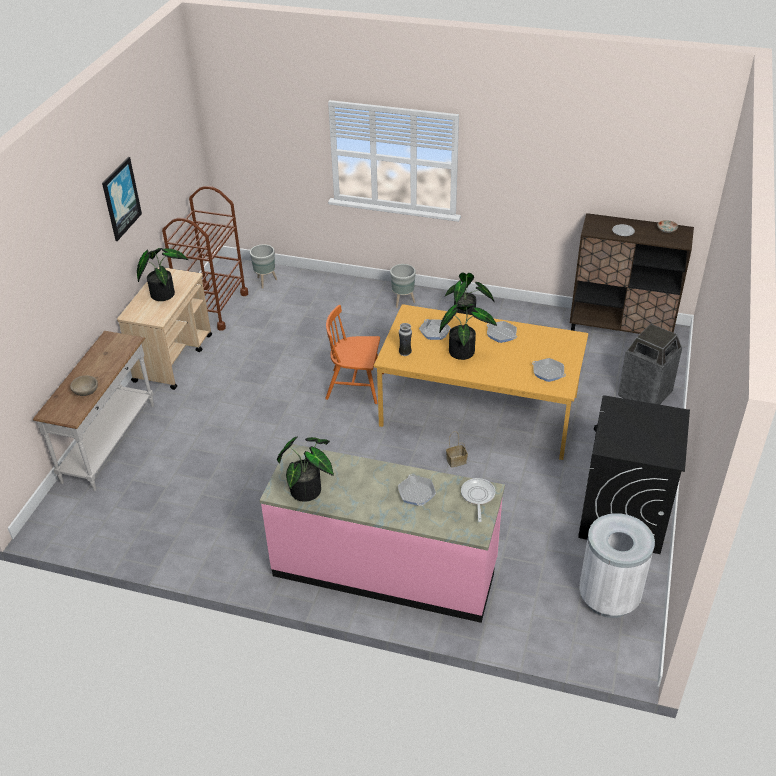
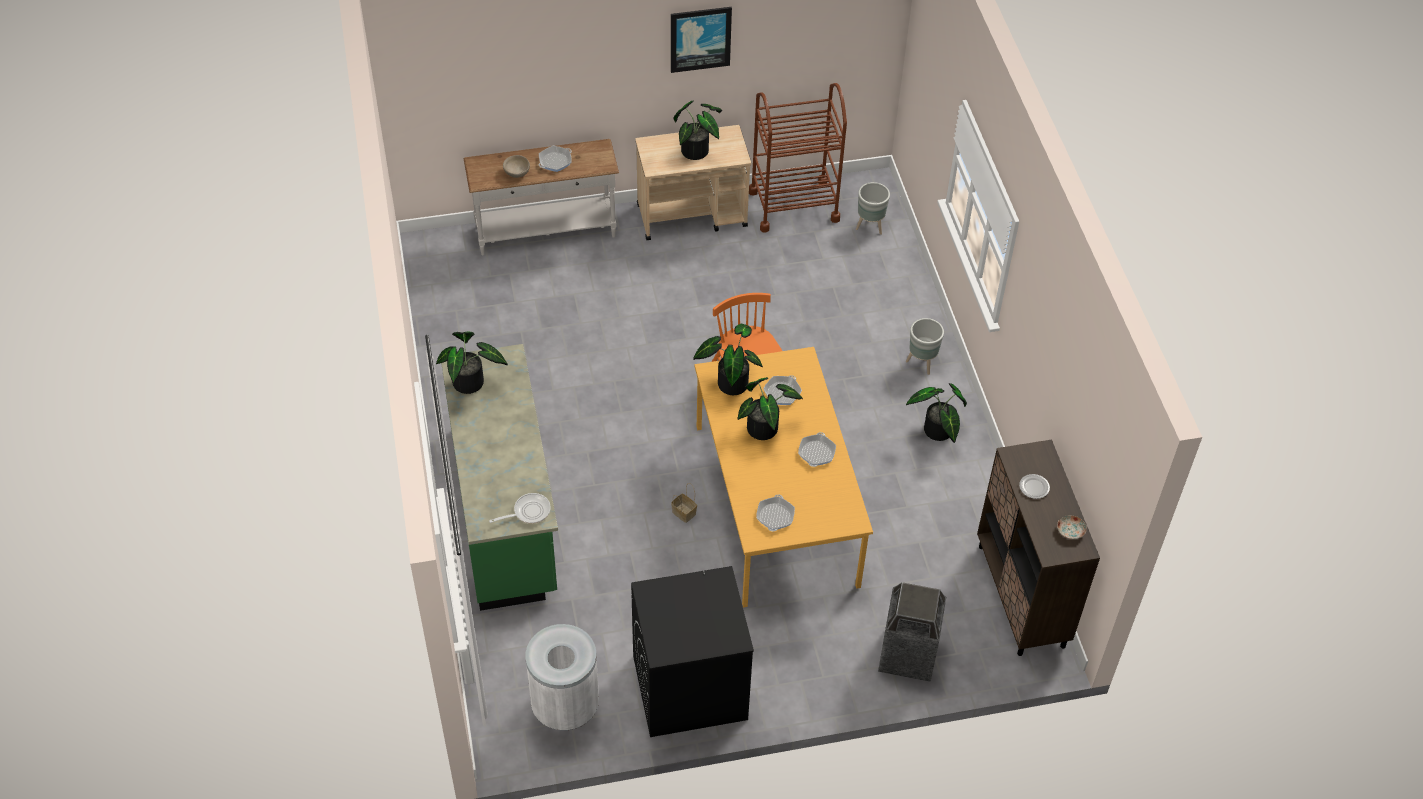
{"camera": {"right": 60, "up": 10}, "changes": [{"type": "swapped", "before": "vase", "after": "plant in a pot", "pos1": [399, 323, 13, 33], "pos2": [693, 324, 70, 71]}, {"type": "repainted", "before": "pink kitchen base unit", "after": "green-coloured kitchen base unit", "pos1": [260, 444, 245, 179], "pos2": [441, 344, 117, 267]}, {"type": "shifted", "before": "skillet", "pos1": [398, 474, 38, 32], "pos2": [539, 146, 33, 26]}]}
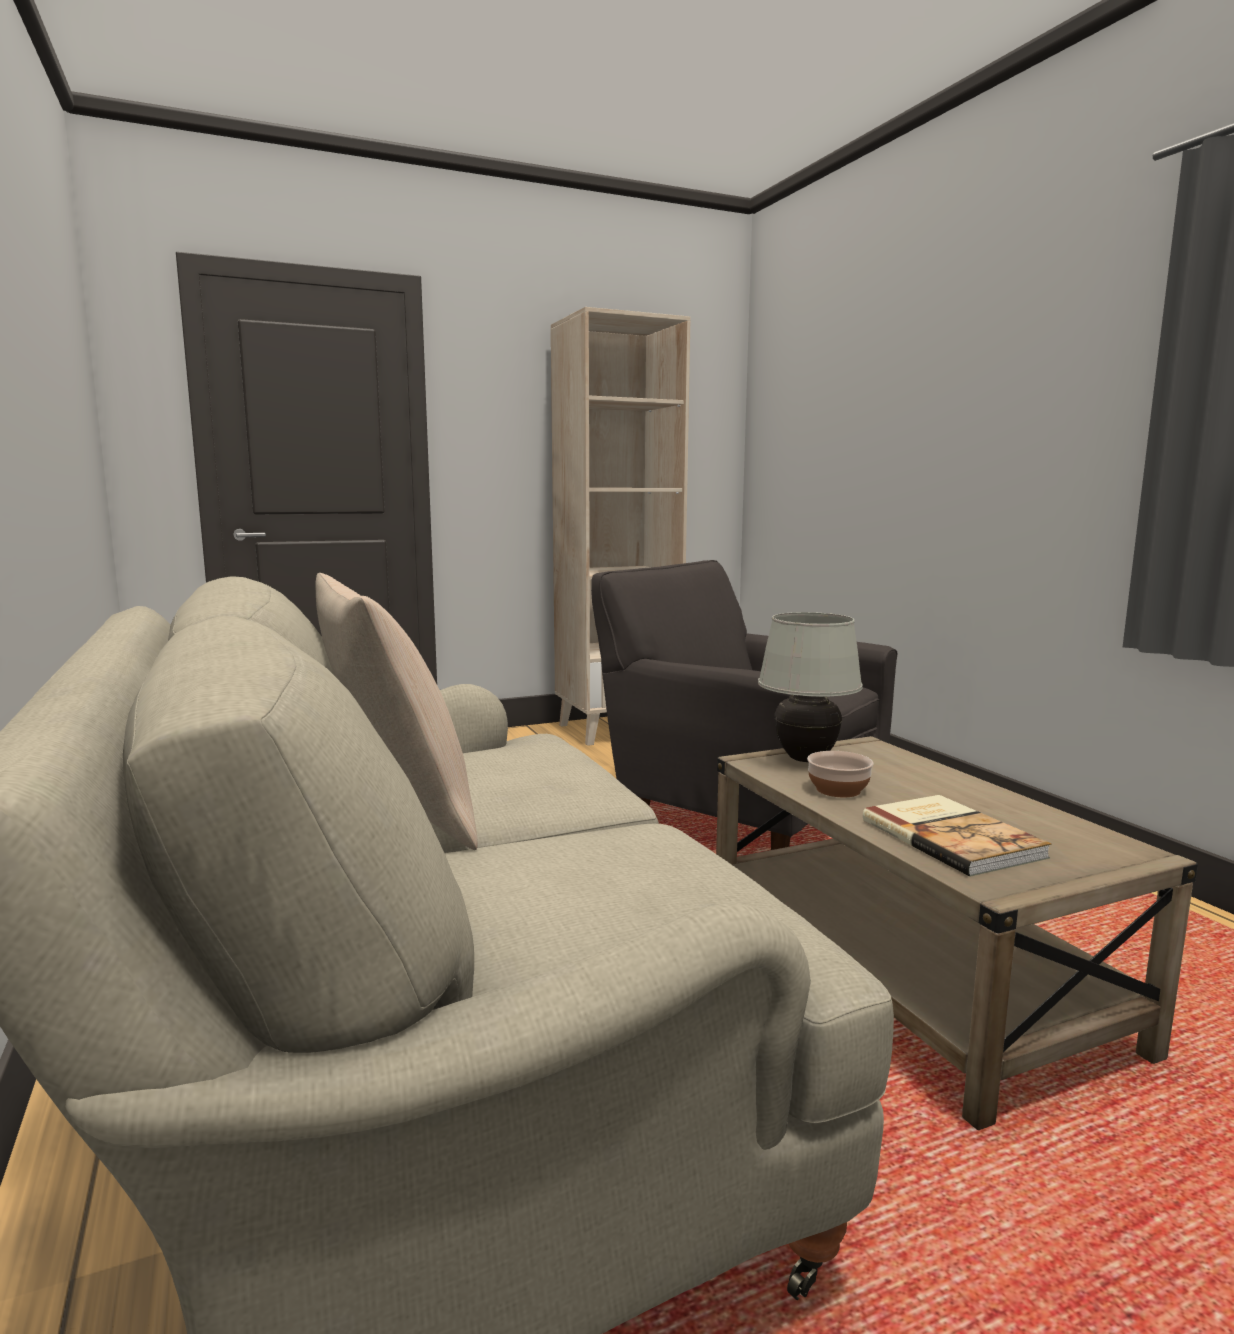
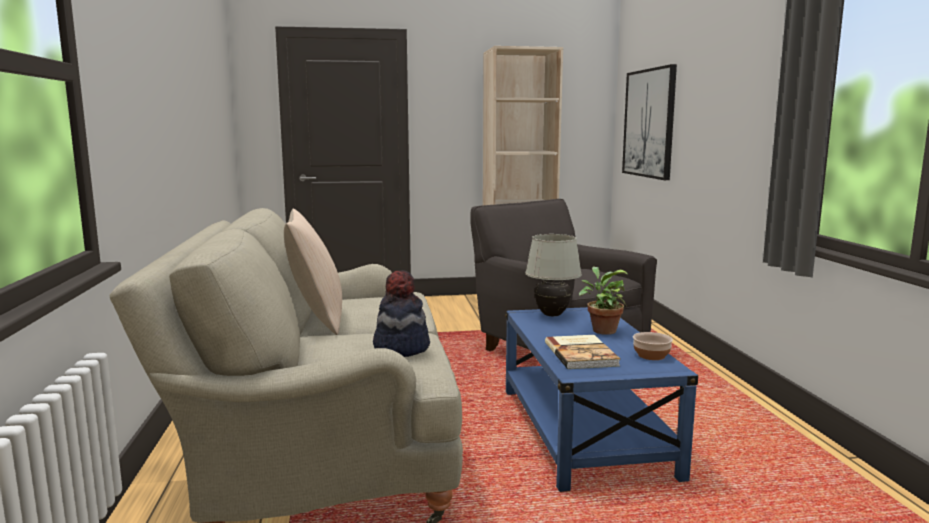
{"camera": {"right": 15, "up": 0}, "changes": [{"type": "repainted", "before": "beige-coloured low table", "after": "blue-coloured low table", "pos1": [716, 736, 482, 394], "pos2": [505, 307, 193, 185]}, {"type": "shifted", "before": "bowl", "pos1": [807, 751, 66, 46], "pos2": [633, 332, 40, 28]}, {"type": "new", "after": "picture", "pos2": [622, 64, 55, 116]}, {"type": "new", "after": "plant in a pot", "pos2": [579, 266, 48, 69]}, {"type": "new", "after": "wearable hat", "pos2": [373, 270, 57, 87]}]}
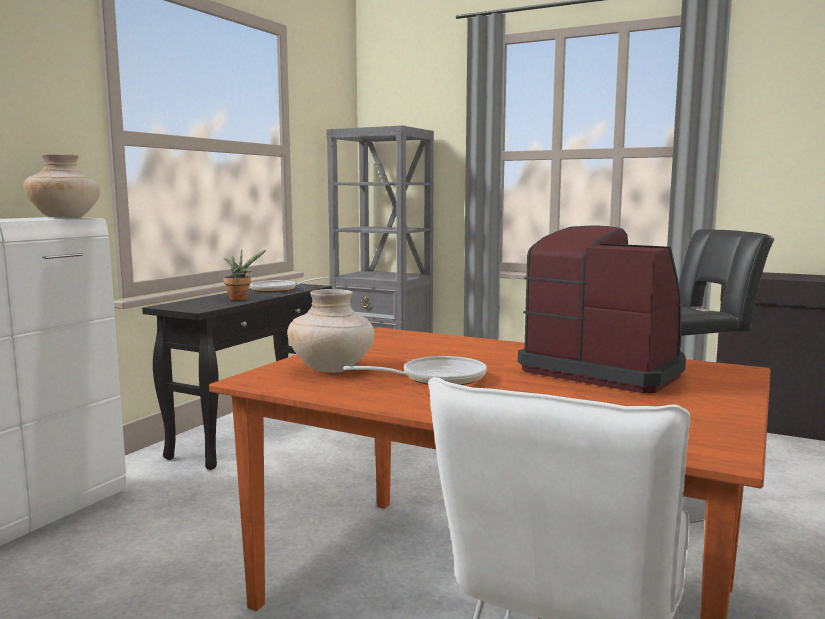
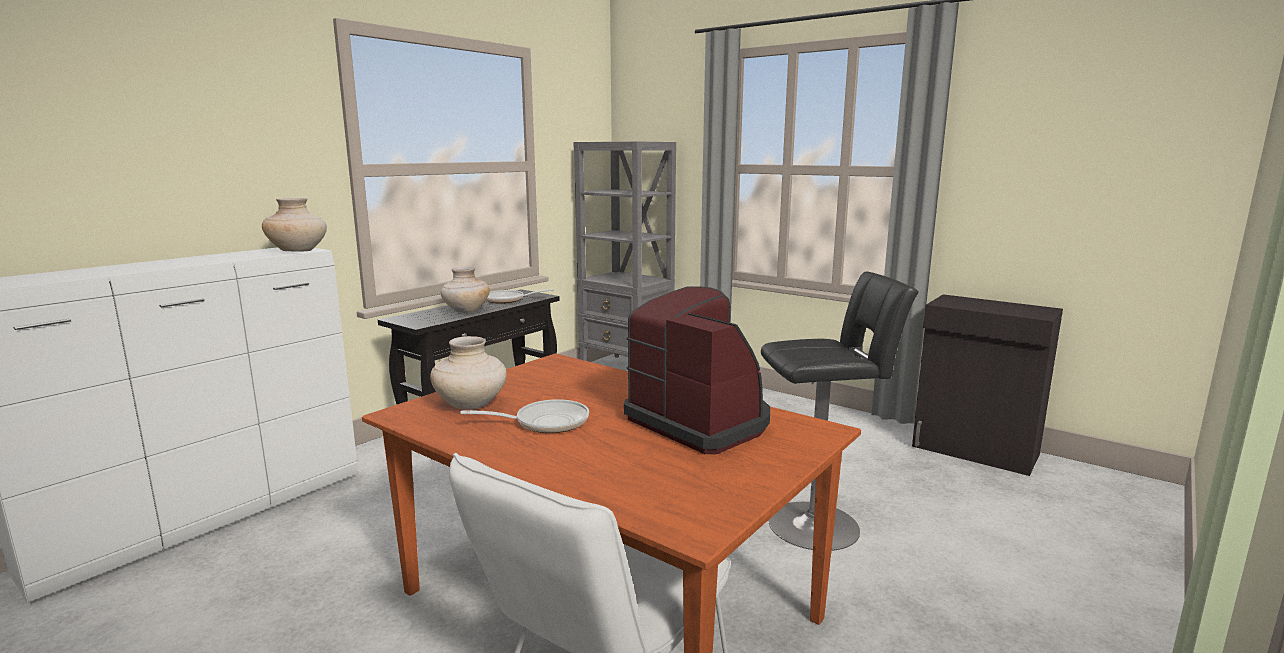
{"camera": {"right": 10, "up": 5}, "changes": [{"type": "swapped", "before": "plant in a pot", "after": "beige-coloured vase", "pos1": [224, 249, 43, 51], "pos2": [441, 267, 49, 46]}]}
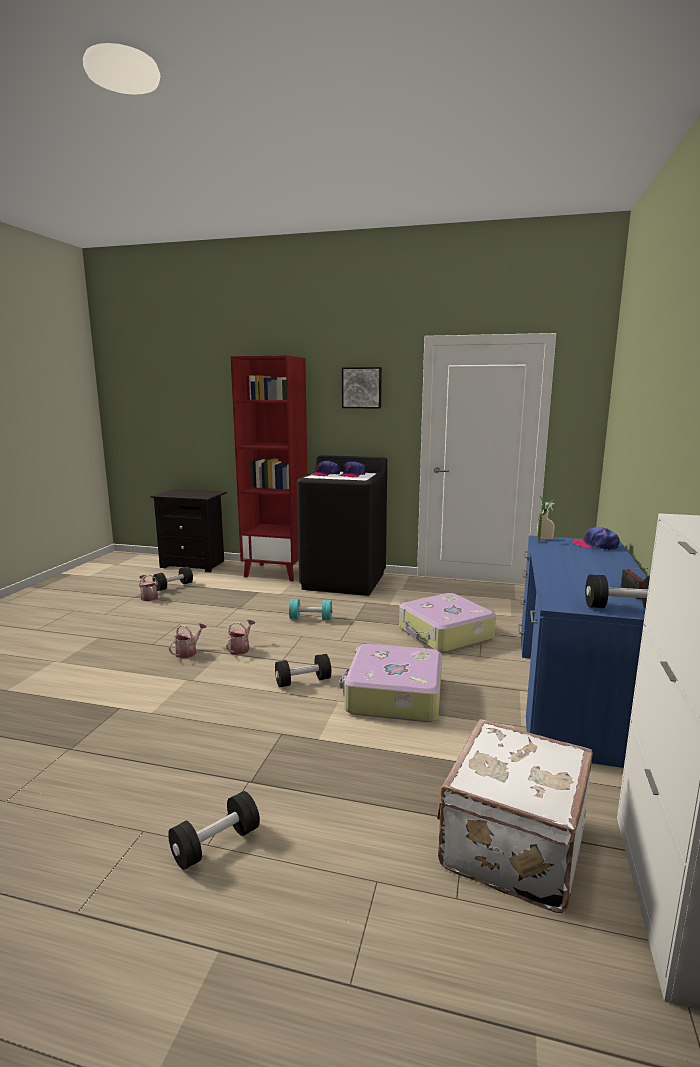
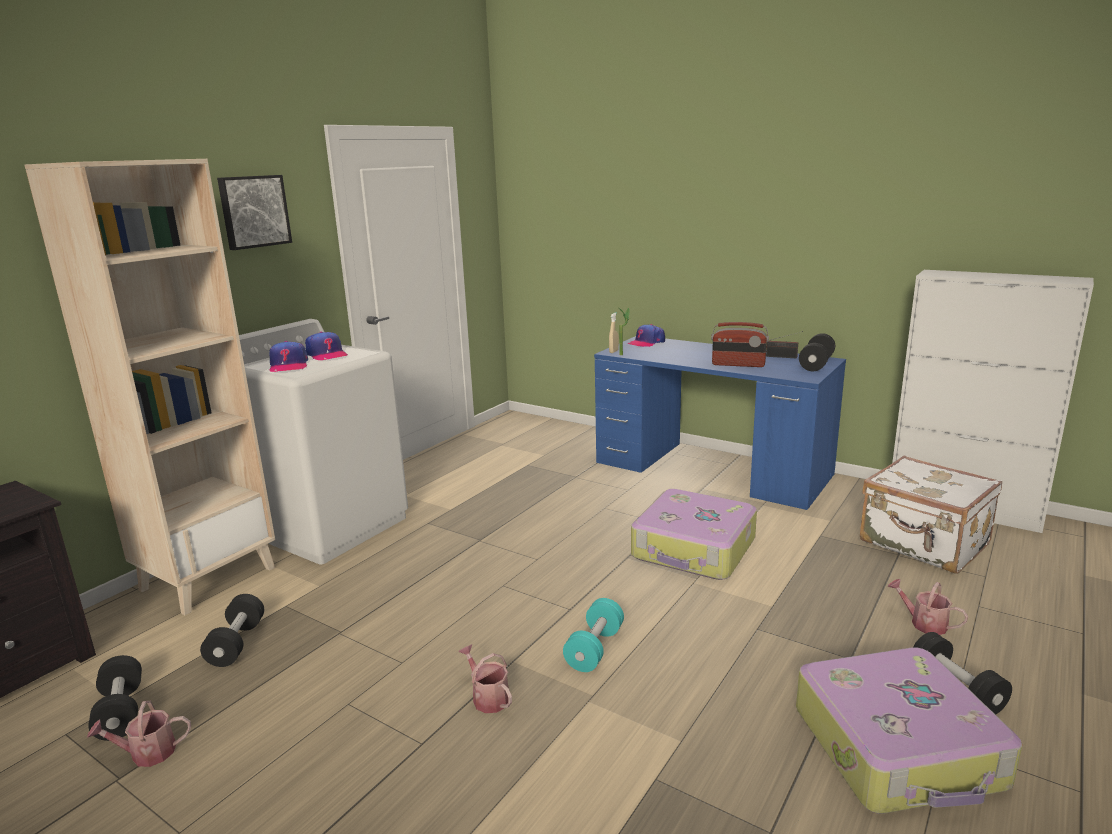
{"camera": {"right": -70, "up": 5}, "changes": [{"type": "repainted", "before": "reddish bookcase", "after": "beige-coloured bookcase", "pos1": [230, 355, 78, 226], "pos2": [25, 159, 250, 456]}, {"type": "repainted", "before": "blackish washing machine", "after": "white-coloured washing machine", "pos1": [297, 455, 90, 141], "pos2": [239, 319, 169, 246]}, {"type": "shifted", "before": "piece of luggage", "pos1": [399, 593, 97, 60], "pos2": [796, 647, 226, 167]}, {"type": "shifted", "before": "turquoise hand weight", "pos1": [289, 599, 43, 21], "pos2": [563, 598, 61, 74]}, {"type": "shifted", "before": "sprinkling can", "pos1": [226, 620, 29, 35], "pos2": [888, 579, 80, 56]}, {"type": "shifted", "before": "blackish hand weight", "pos1": [275, 654, 57, 34], "pos2": [200, 594, 64, 73]}, {"type": "new", "after": "radio receiver", "pos2": [711, 322, 58, 45]}]}
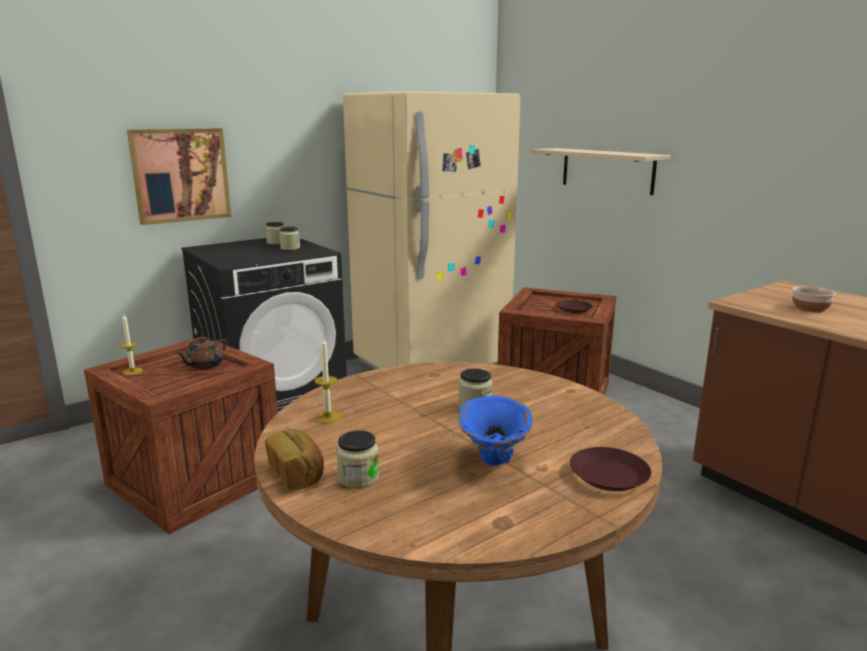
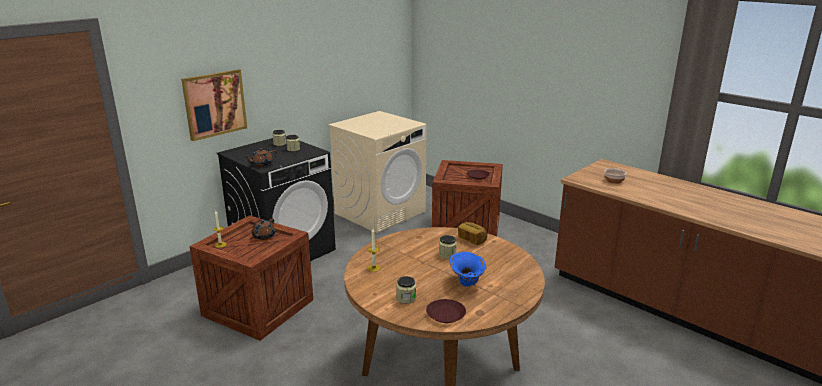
{"camera": {"right": -10, "up": 5}, "changes": [{"type": "swapped", "before": "beige-coloured fridge", "after": "beige-coloured washing machine", "pos1": [343, 91, 178, 278], "pos2": [328, 111, 99, 122]}, {"type": "gone", "before": "beige-coloured shelf", "pos1": [531, 148, 140, 47]}, {"type": "shifted", "before": "baked bread", "pos1": [265, 429, 59, 61], "pos2": [458, 222, 29, 23]}, {"type": "shifted", "before": "brown-coloured flat dish", "pos1": [570, 447, 81, 44], "pos2": [426, 299, 40, 24]}, {"type": "new", "after": "brown-coloured teapot", "pos2": [244, 148, 33, 19]}]}
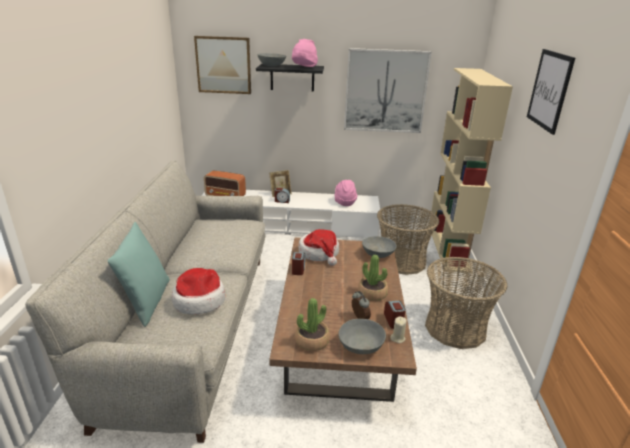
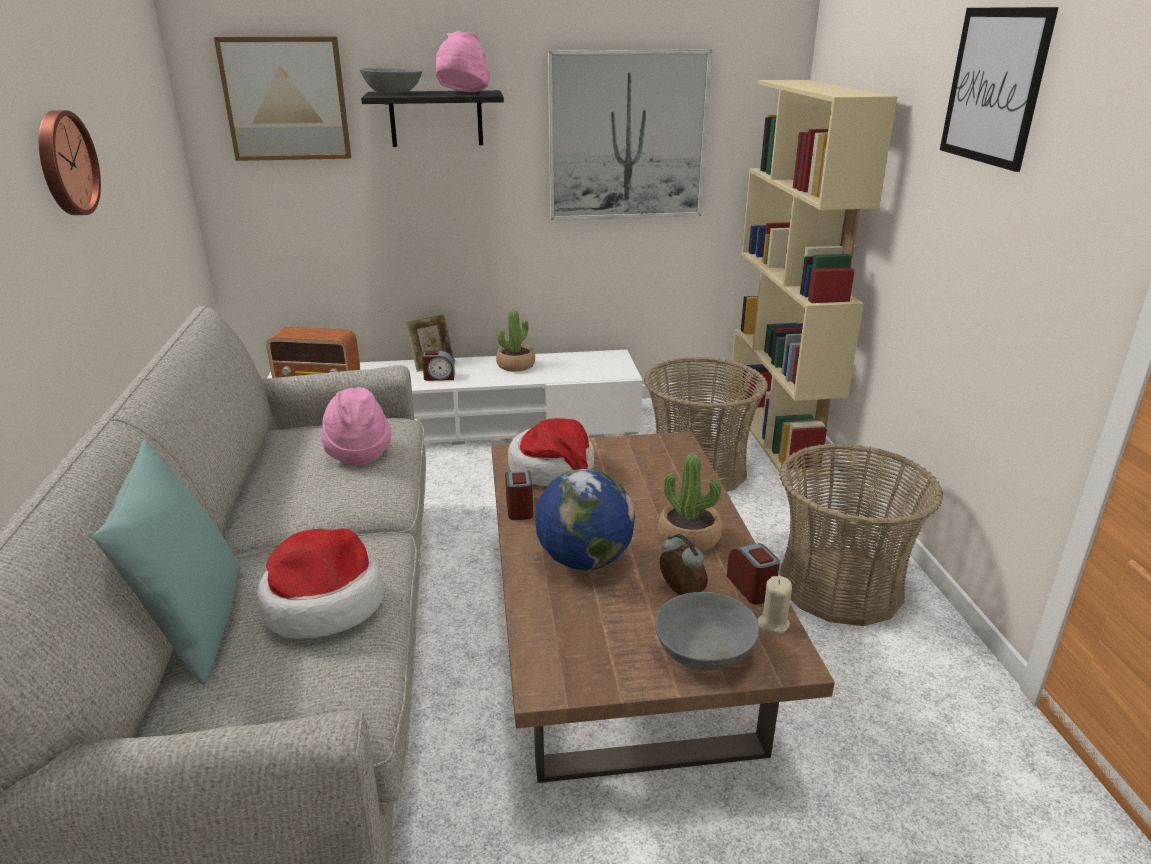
{"camera": {"right": -10, "up": 0}, "changes": [{"type": "shifted", "before": "pink wearable hat", "pos1": [335, 180, 22, 26], "pos2": [321, 387, 70, 79]}, {"type": "gone", "before": "greyish bowl", "pos1": [362, 236, 35, 22]}, {"type": "shifted", "before": "plant in a pot", "pos1": [295, 298, 35, 53], "pos2": [496, 310, 39, 61]}, {"type": "new", "after": "wall clock", "pos2": [39, 110, 62, 105]}, {"type": "new", "after": "desk globe", "pos2": [535, 469, 100, 101]}]}
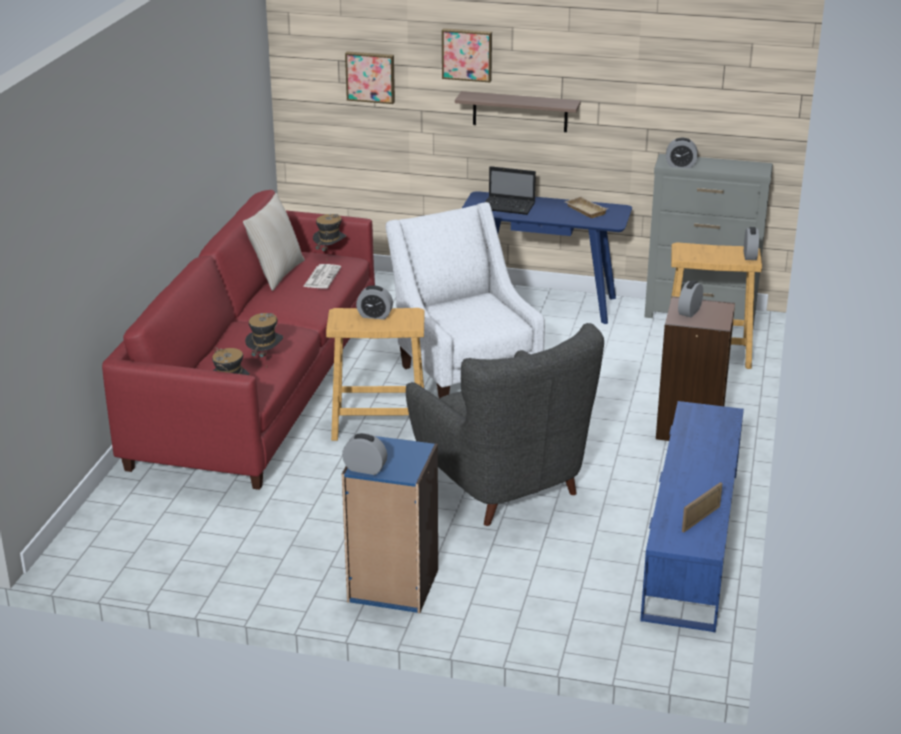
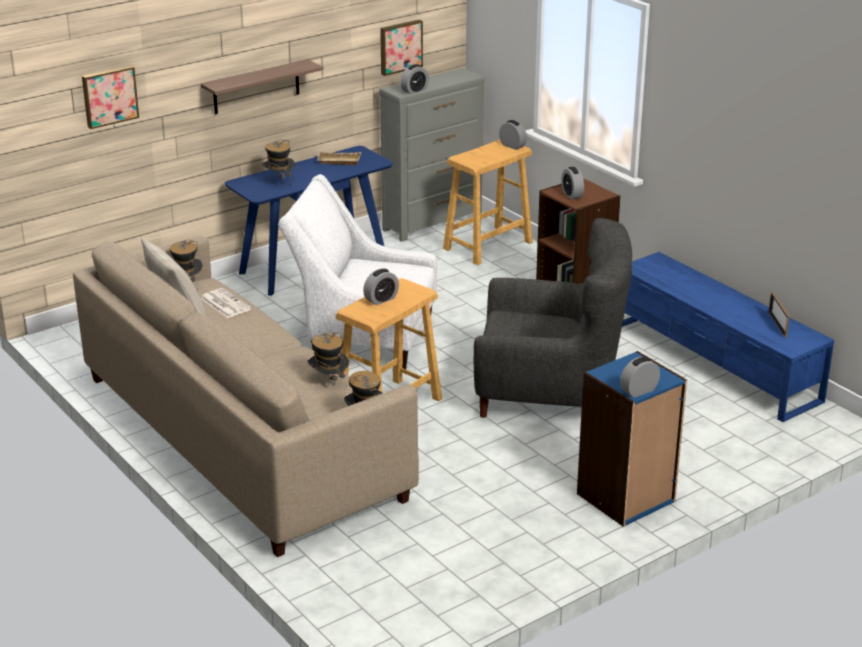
{"camera": {"right": -50, "up": 0}, "changes": [{"type": "shifted", "before": "picture", "pos1": [442, 28, 50, 54], "pos2": [380, 20, 43, 56]}, {"type": "swapped", "before": "portable computer", "after": "wearable hat", "pos1": [485, 166, 51, 49], "pos2": [262, 140, 33, 38]}, {"type": "repainted", "before": "reddish couch", "after": "beige-coloured couch", "pos1": [102, 190, 273, 300], "pos2": [73, 236, 346, 321]}]}
